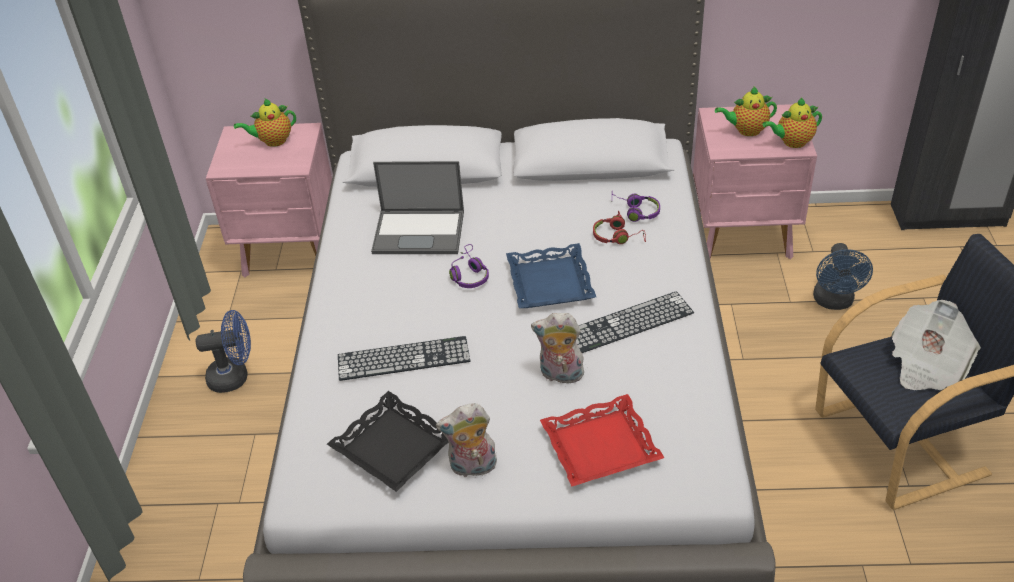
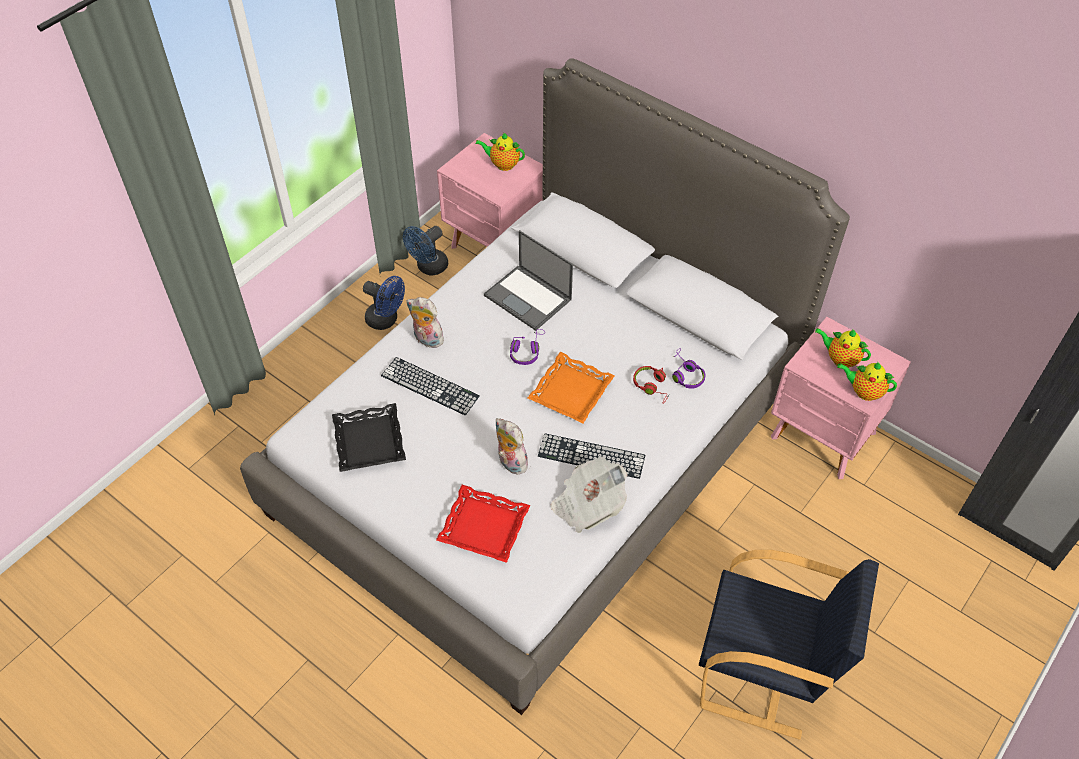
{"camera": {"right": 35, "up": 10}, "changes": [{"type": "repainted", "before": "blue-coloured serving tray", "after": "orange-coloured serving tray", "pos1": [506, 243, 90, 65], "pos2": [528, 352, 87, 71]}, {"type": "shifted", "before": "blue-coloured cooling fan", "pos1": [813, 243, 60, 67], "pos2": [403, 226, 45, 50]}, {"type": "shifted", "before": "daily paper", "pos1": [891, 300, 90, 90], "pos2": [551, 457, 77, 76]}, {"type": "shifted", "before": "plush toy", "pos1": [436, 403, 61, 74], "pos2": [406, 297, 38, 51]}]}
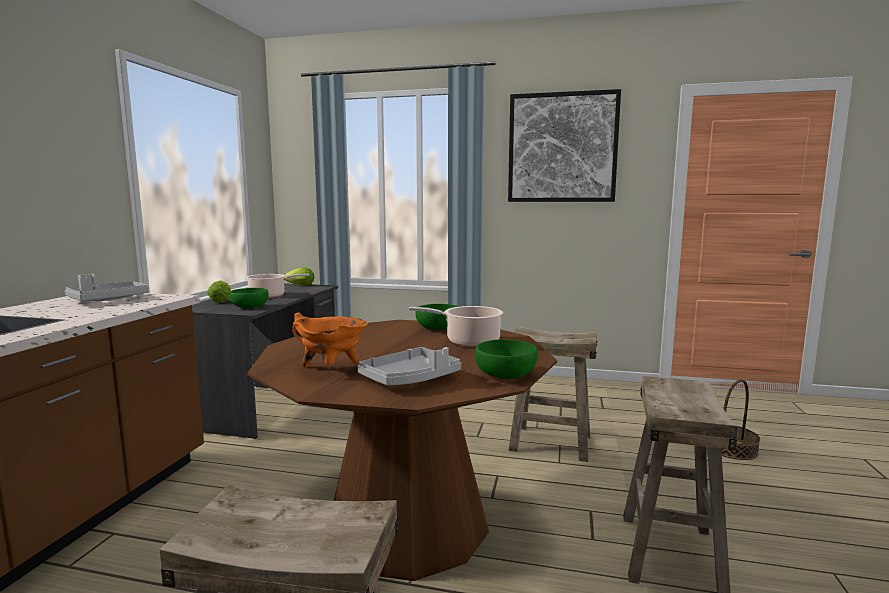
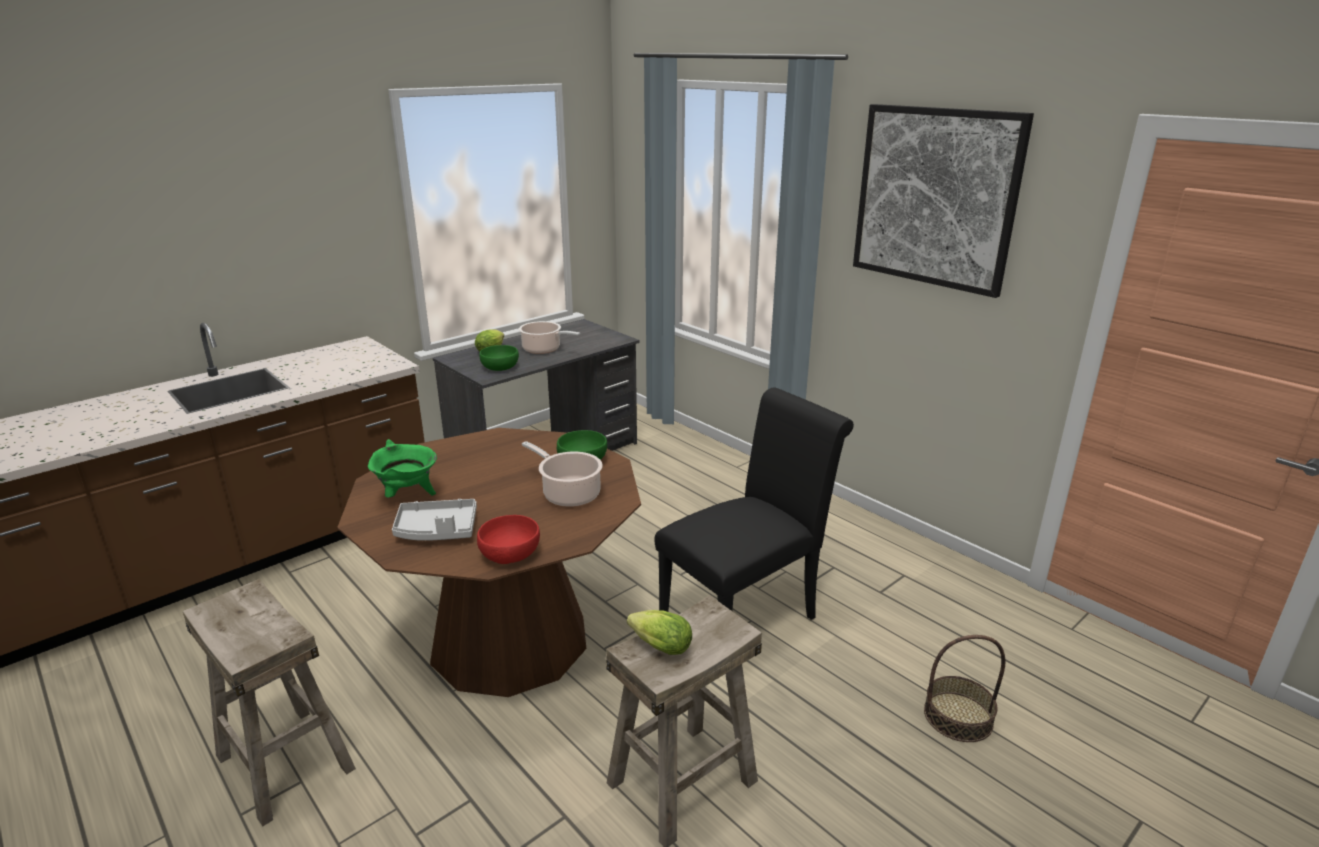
{"camera": {"right": 35, "up": 15}, "changes": [{"type": "shifted", "before": "lettuce", "pos1": [284, 268, 30, 18], "pos2": [627, 610, 65, 45]}, {"type": "gone", "before": "greyish serving tray", "pos1": [65, 274, 84, 27]}, {"type": "repainted", "before": "orange-coloured saucepot", "after": "green-coloured saucepot", "pos1": [292, 313, 76, 55], "pos2": [368, 439, 69, 59]}, {"type": "swapped", "before": "beige-coloured stool seat", "after": "blackish plain chair", "pos1": [509, 326, 89, 136], "pos2": [654, 387, 200, 233]}, {"type": "repainted", "before": "green-coloured bowl", "after": "reddish bowl", "pos1": [475, 339, 63, 40], "pos2": [477, 515, 63, 49]}]}
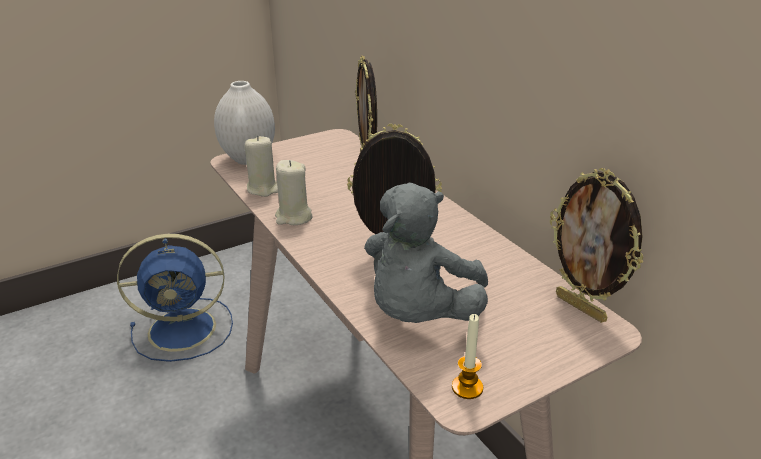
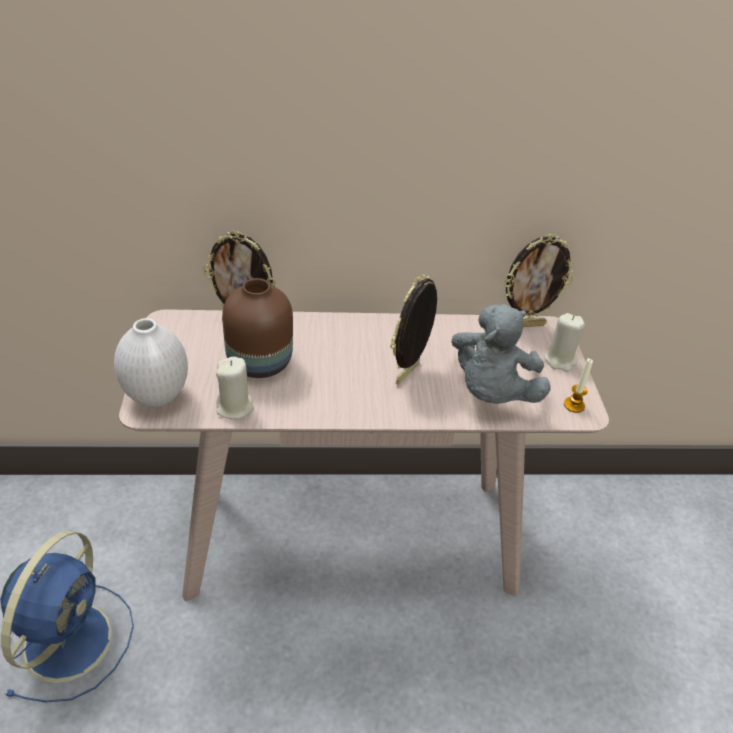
{"camera": {"right": -65, "up": 10}, "changes": [{"type": "shifted", "before": "beige-coloured wax light", "pos1": [275, 160, 38, 65], "pos2": [544, 313, 41, 59]}, {"type": "rotated", "before": "greyish plush toy", "pos1": [364, 182, 124, 141], "pos2": [451, 304, 100, 100], "turn": 60}, {"type": "new", "after": "brown-coloured vase", "pos2": [222, 278, 71, 100]}]}
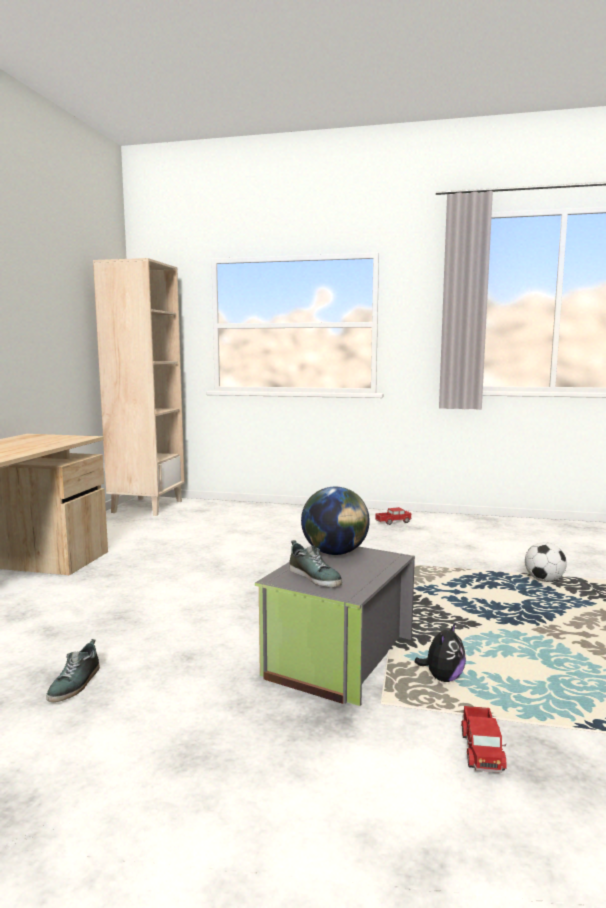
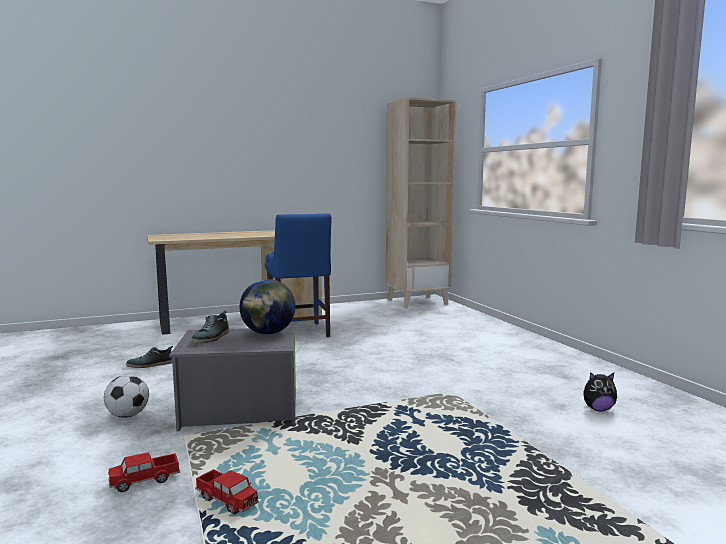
{"camera": {"right": 55, "up": 0}, "changes": [{"type": "shifted", "before": "toy lorry", "pos1": [375, 507, 37, 18], "pos2": [195, 469, 64, 46]}, {"type": "shifted", "before": "ball for football", "pos1": [525, 542, 42, 40], "pos2": [104, 375, 45, 43]}, {"type": "shifted", "before": "plush toy", "pos1": [414, 623, 52, 59], "pos2": [583, 372, 34, 39]}, {"type": "new", "after": "blue-coloured plain chair", "pos2": [265, 213, 67, 124]}]}
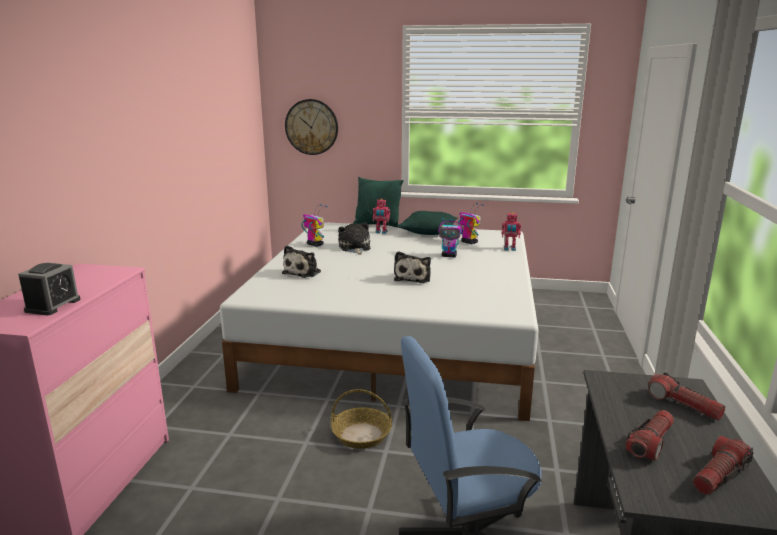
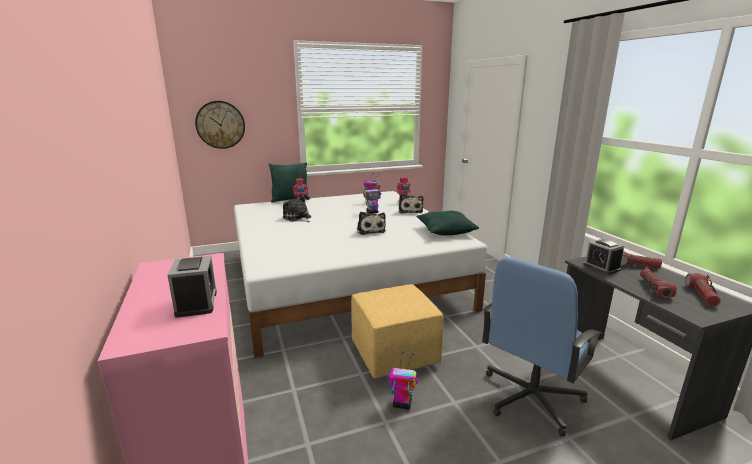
{"camera": {"right": -30, "up": 0}, "changes": [{"type": "shifted", "before": "model robot", "pos1": [301, 204, 26, 43], "pos2": [387, 350, 31, 59]}, {"type": "shifted", "before": "green-coloured cushion", "pos1": [398, 211, 60, 24], "pos2": [416, 210, 63, 26]}, {"type": "shifted", "before": "plush toy", "pos1": [282, 245, 39, 33], "pos2": [399, 194, 25, 20]}, {"type": "swapped", "before": "storage basket", "after": "yellowish pouffe", "pos1": [331, 389, 61, 60], "pos2": [351, 284, 92, 94]}, {"type": "new", "after": "alarm clock", "pos2": [583, 239, 41, 36]}]}
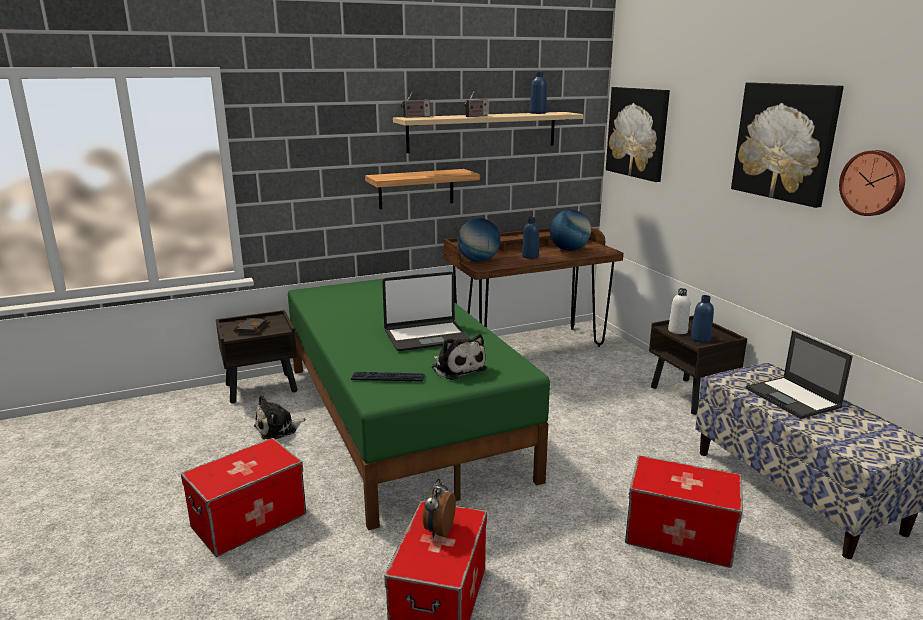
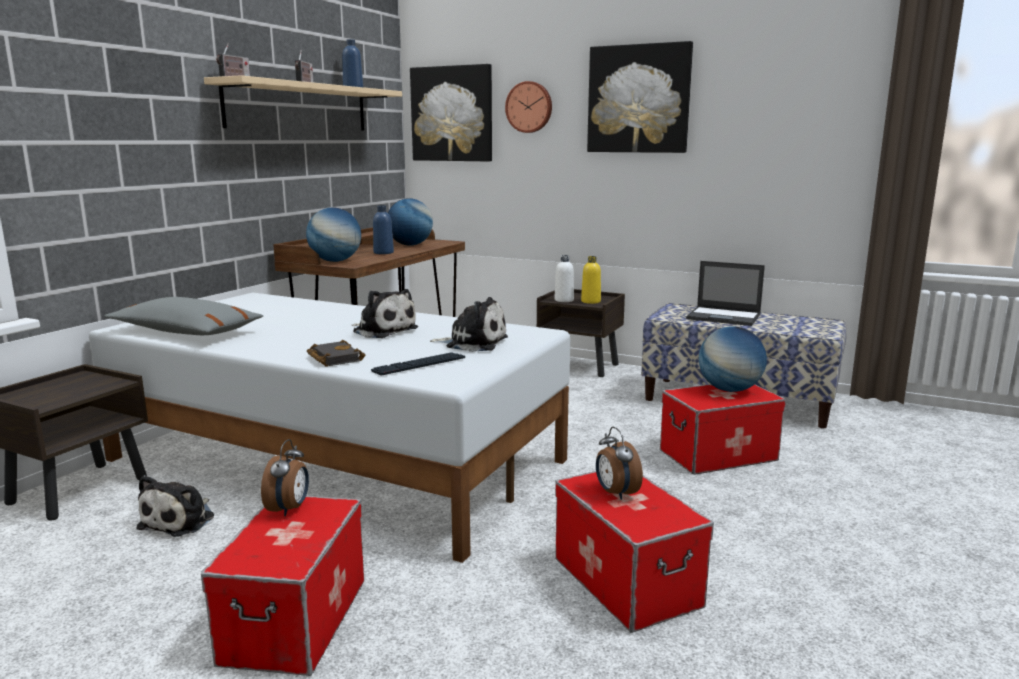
{"camera": {"right": -40, "up": -5}, "changes": [{"type": "shifted", "before": "wall clock", "pos1": [839, 150, 66, 66], "pos2": [505, 81, 47, 52]}, {"type": "gone", "before": "shelf", "pos1": [365, 169, 115, 40]}, {"type": "swapped", "before": "portable computer", "after": "plush toy", "pos1": [382, 272, 88, 79], "pos2": [352, 289, 66, 49]}, {"type": "repainted", "before": "green-coloured bed", "after": "white-coloured bed", "pos1": [288, 274, 262, 256], "pos2": [89, 292, 481, 271]}, {"type": "repainted", "before": "blue-coloured bottle", "after": "yellowish bottle", "pos1": [690, 295, 24, 48], "pos2": [581, 256, 20, 48]}, {"type": "shifted", "before": "blackish book", "pos1": [233, 318, 36, 16], "pos2": [307, 340, 58, 27]}, {"type": "new", "after": "greyish cushion", "pos2": [104, 297, 159, 38]}, {"type": "new", "after": "desk globe", "pos2": [699, 326, 68, 66]}, {"type": "new", "after": "alarm clock", "pos2": [261, 439, 48, 77]}]}
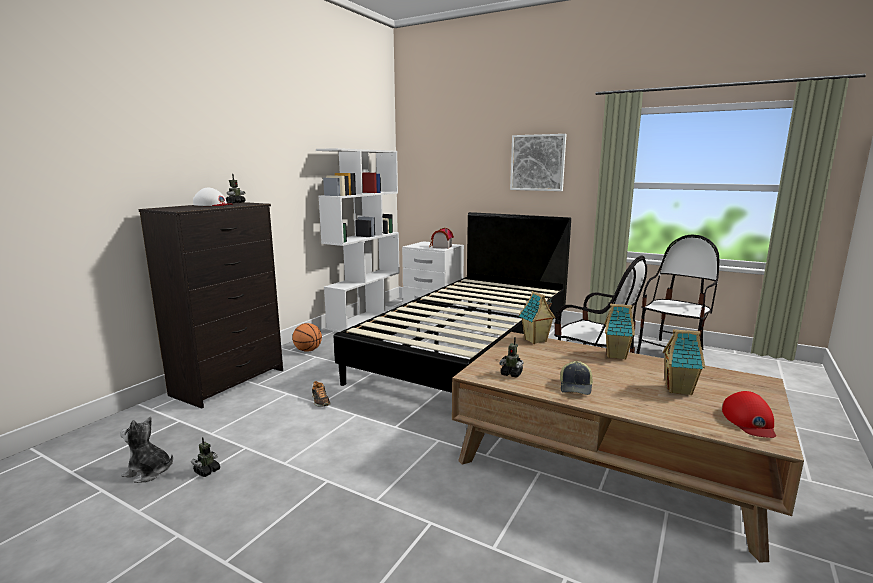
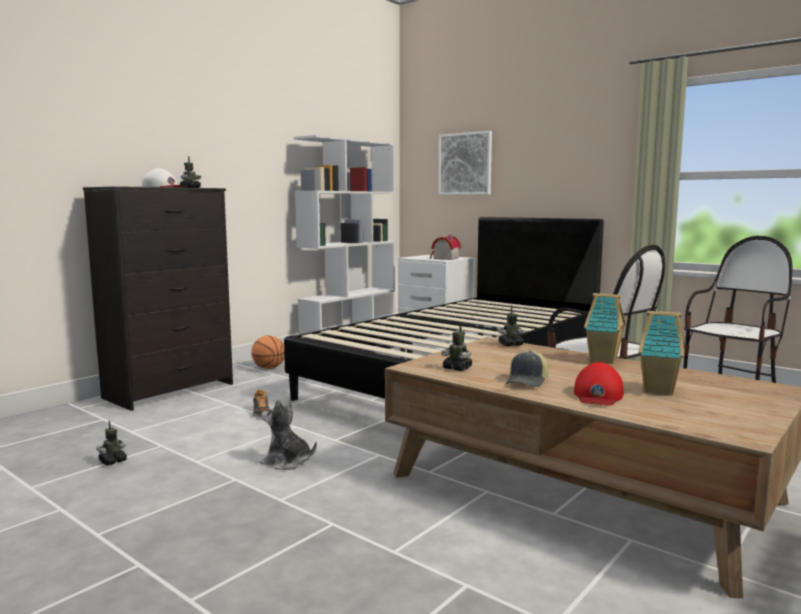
{"camera": {"right": 10, "up": -5}, "changes": [{"type": "shifted", "before": "picture", "pos1": [510, 134, 56, 57], "pos2": [438, 131, 54, 64]}, {"type": "swapped", "before": "miniature house", "after": "model robot", "pos1": [519, 291, 37, 53], "pos2": [498, 305, 26, 41]}, {"type": "shifted", "before": "reddish baseball cap", "pos1": [722, 391, 54, 47], "pos2": [574, 362, 49, 44]}, {"type": "shifted", "before": "plush toy", "pos1": [120, 417, 53, 66], "pos2": [260, 399, 57, 71]}]}
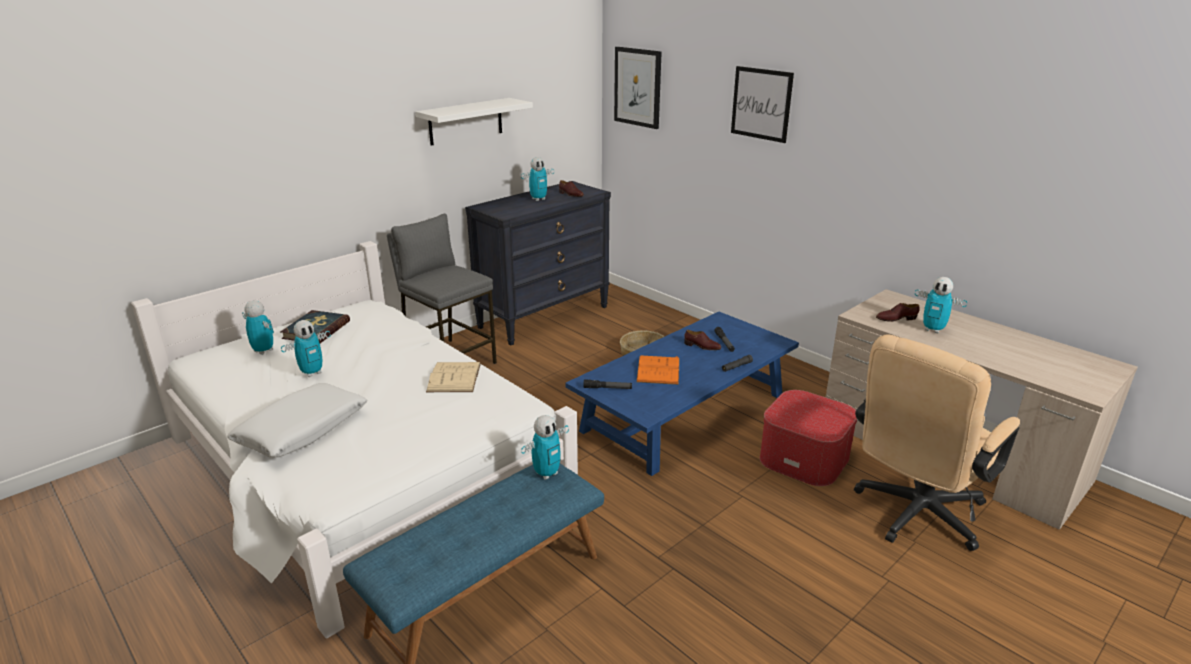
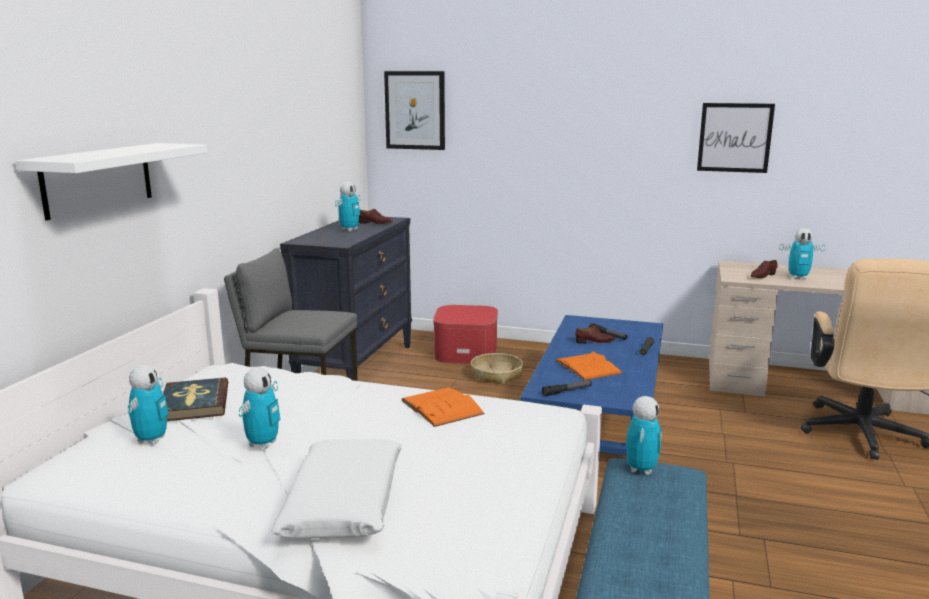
{"camera": {"right": -30, "up": -10}, "changes": [{"type": "shifted", "before": "picture", "pos1": [731, 66, 63, 77], "pos2": [697, 103, 78, 70]}, {"type": "shifted", "before": "white-coloured shelf", "pos1": [416, 98, 117, 48], "pos2": [16, 143, 191, 78]}, {"type": "rotated", "before": "model robot", "pos1": [242, 300, 32, 55], "pos2": [128, 365, 41, 79], "turn": 90}, {"type": "repainted", "before": "beige-coloured book", "after": "orange-coloured book", "pos1": [426, 362, 55, 30], "pos2": [401, 387, 84, 40]}, {"type": "shifted", "before": "pouffe", "pos1": [760, 390, 97, 96], "pos2": [433, 305, 65, 59]}]}
